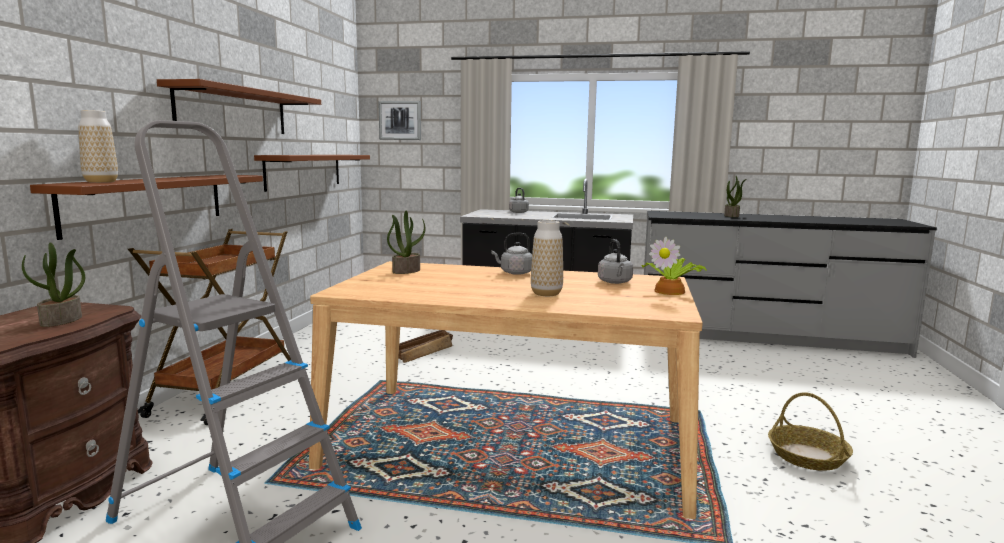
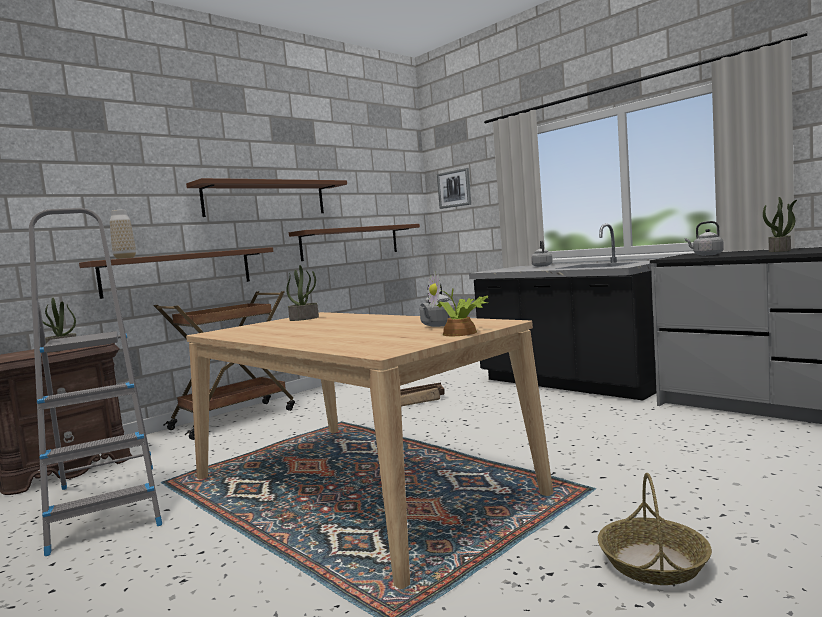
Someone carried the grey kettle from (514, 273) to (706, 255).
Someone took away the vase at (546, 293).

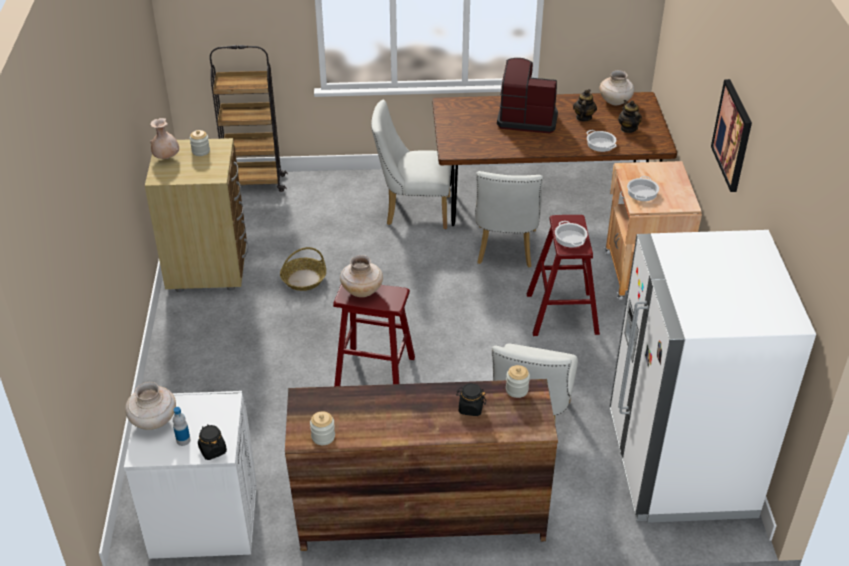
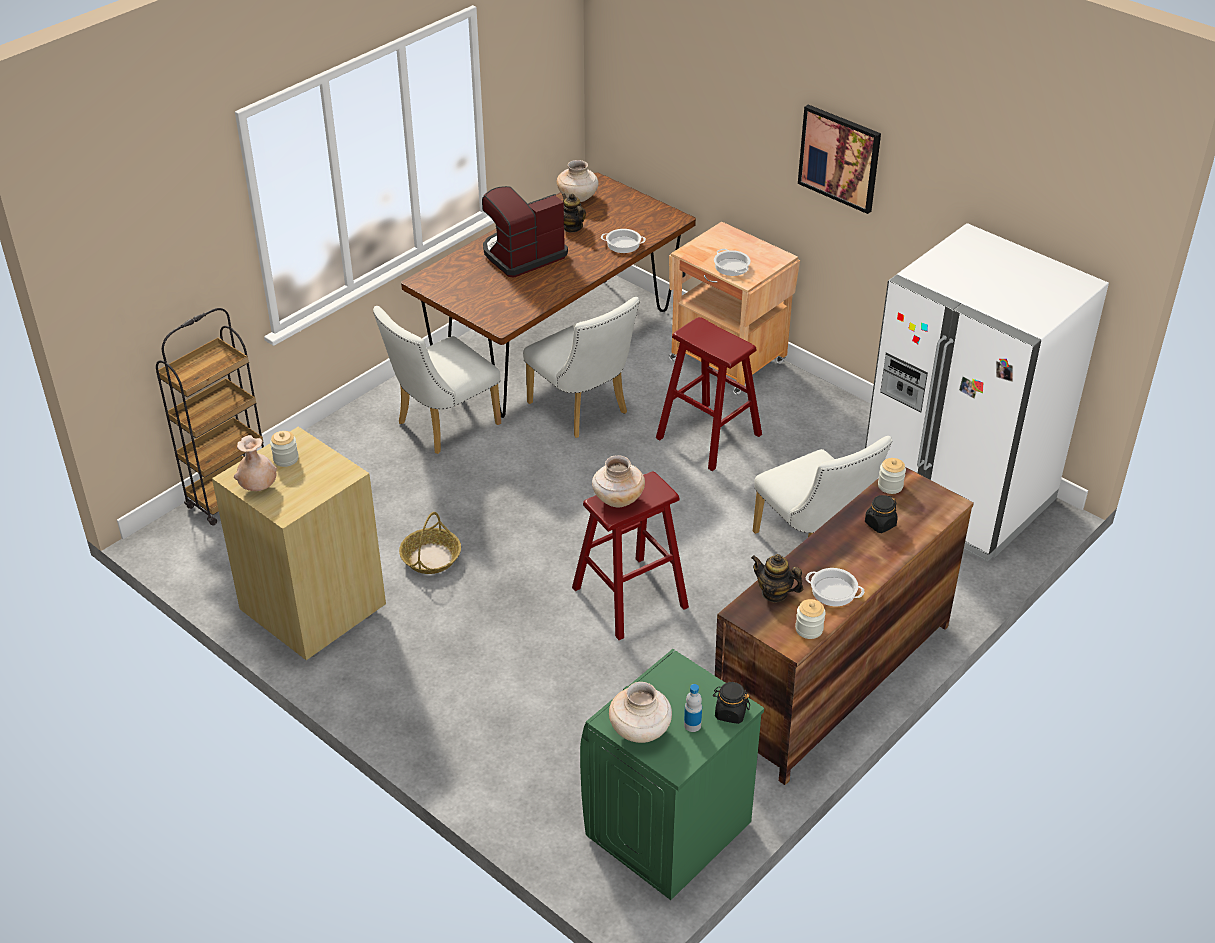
Someone repainted the white washing machine at (204, 520), which became the green washing machine at (667, 830).
Someone carried the teapot from (628, 129) to (774, 593).
Someone carried the cooking pot from (570, 238) to (833, 591).

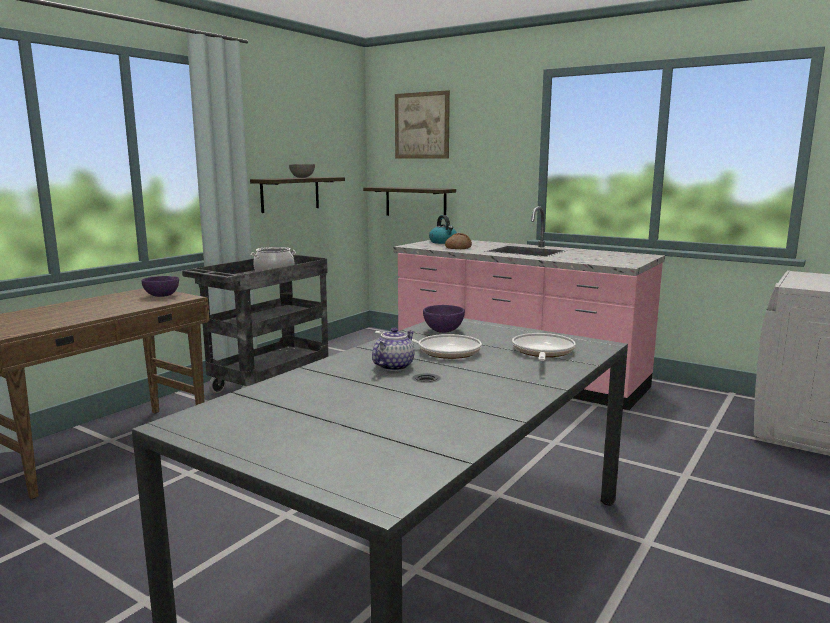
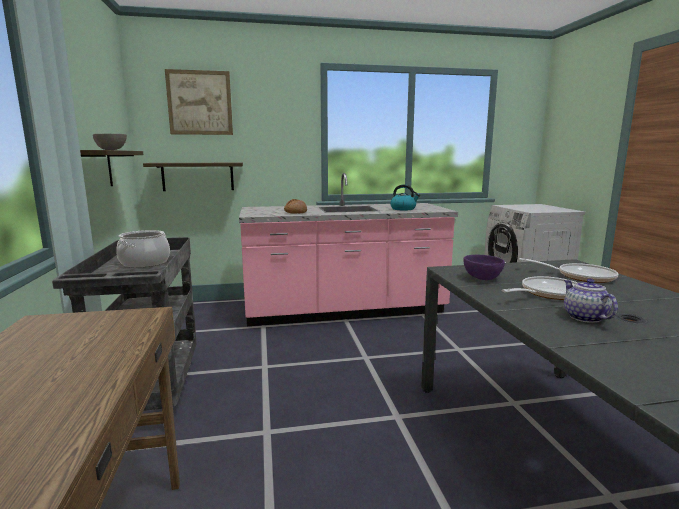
Someone carried the kettle from (443, 242) to (403, 209).
Someone rotated the frying pan at (542, 352) by 150 degrees clockwise.
Someone took away the purple bowl at (162, 296).

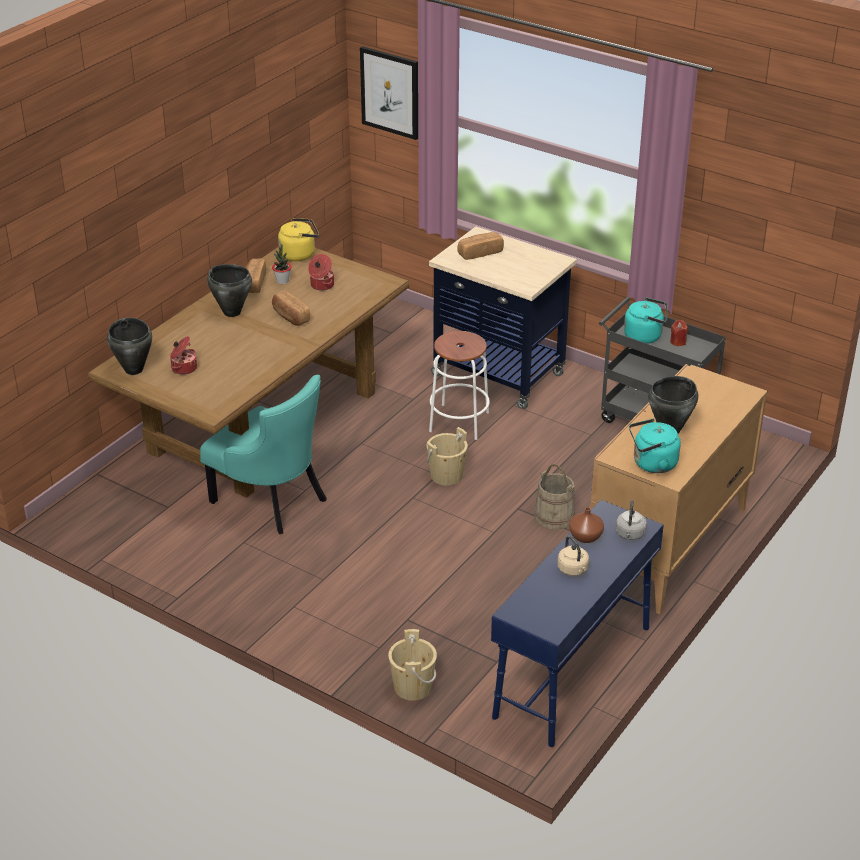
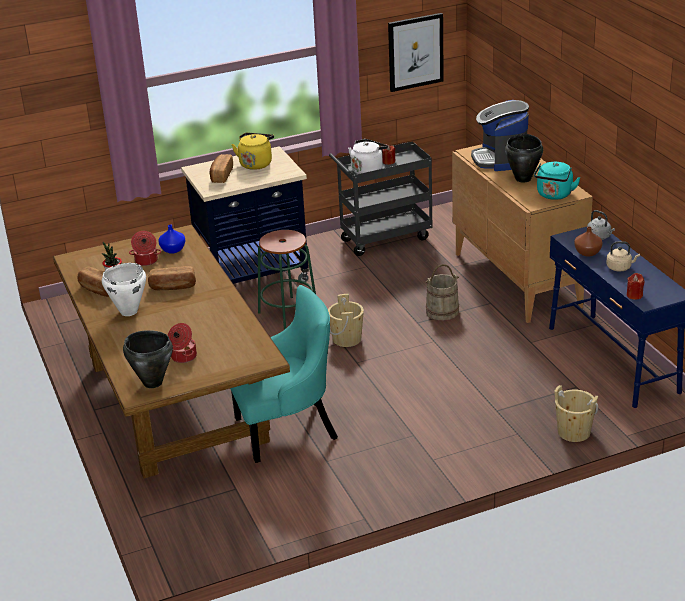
Someone repainted the black cooking pot at (232, 312), which became the white cooking pot at (128, 311).
Someone put down the blue vase at (173, 250).
Someone carried the yellow kettle from (299, 254) to (256, 163).
Someone repainted the white stool at (459, 422), which became the green stool at (288, 312).
Someone repainted the turquoise kettle at (645, 336), which became the white kettle at (368, 169).
Someone carried the picture from (390, 92) to (415, 52).
Someone put down the coffee machine at (500, 159).
Someone put down the red candle at (634, 295).

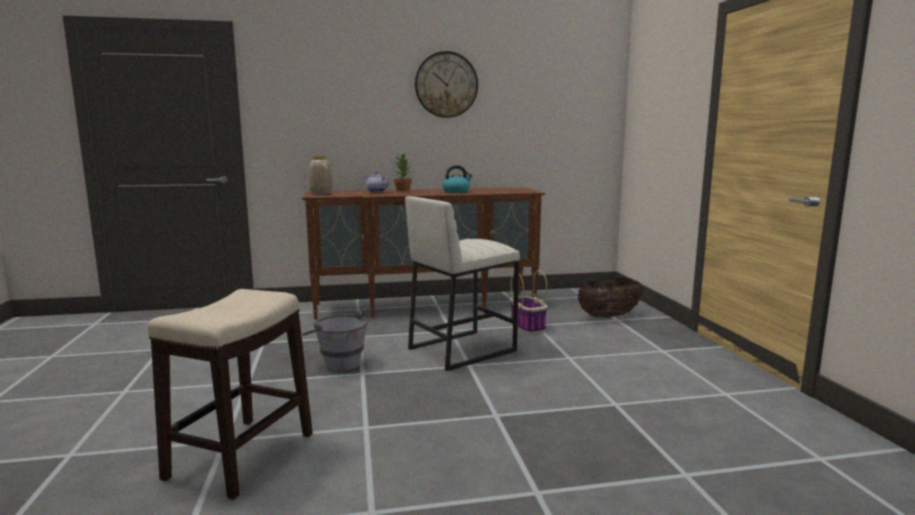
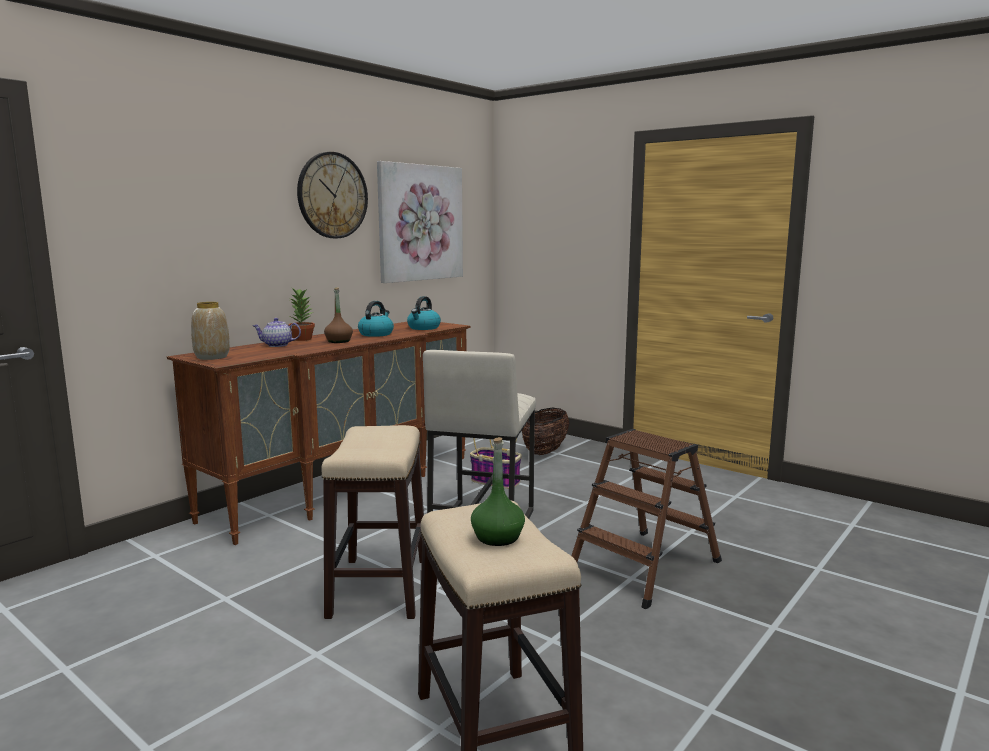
Someone swapped the grey bucket at (337, 362) for the stool at (379, 586).
Someone put down the brown bottle at (339, 341).
Someone put up the picture at (420, 223).
Someone put down the kettle at (423, 328).
Someone put down the green bottle at (497, 537).
Someone put down the brown step ladder at (645, 566).

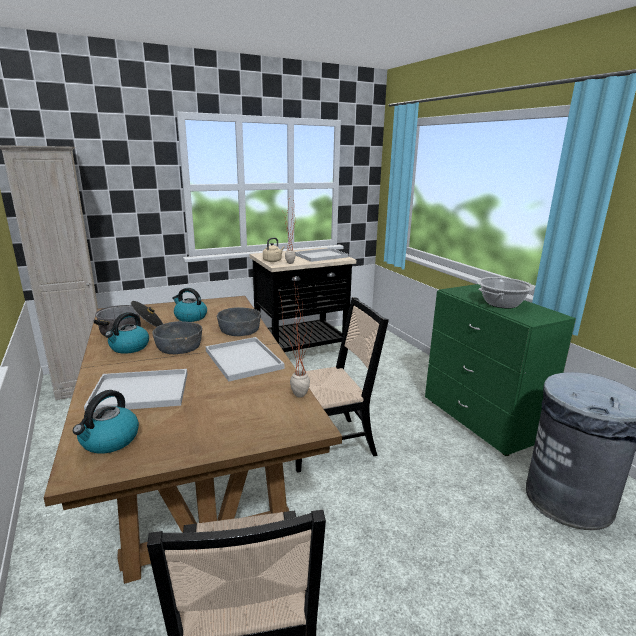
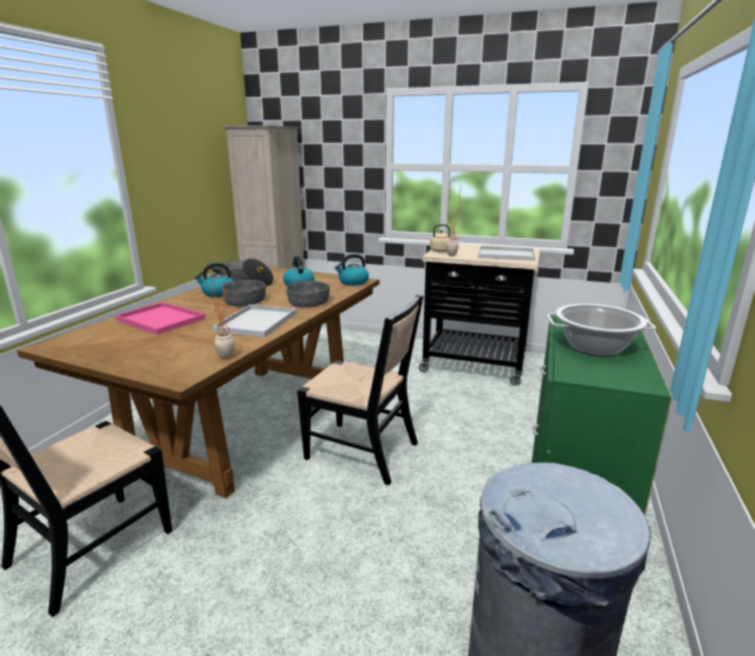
Someone repainted the white tray at (142, 391), which became the pink tray at (162, 319).
Someone carried the kettle from (109, 441) to (353, 282).

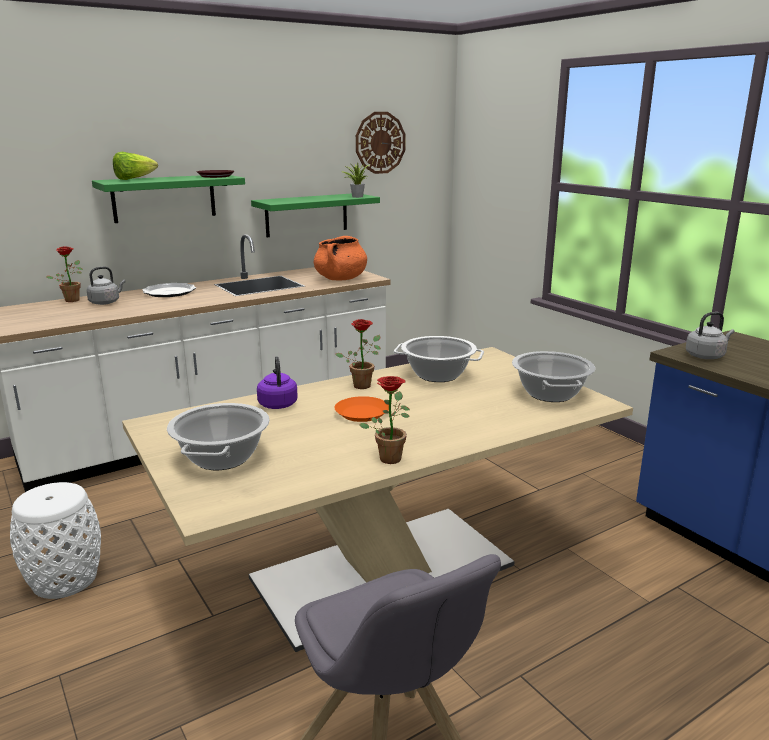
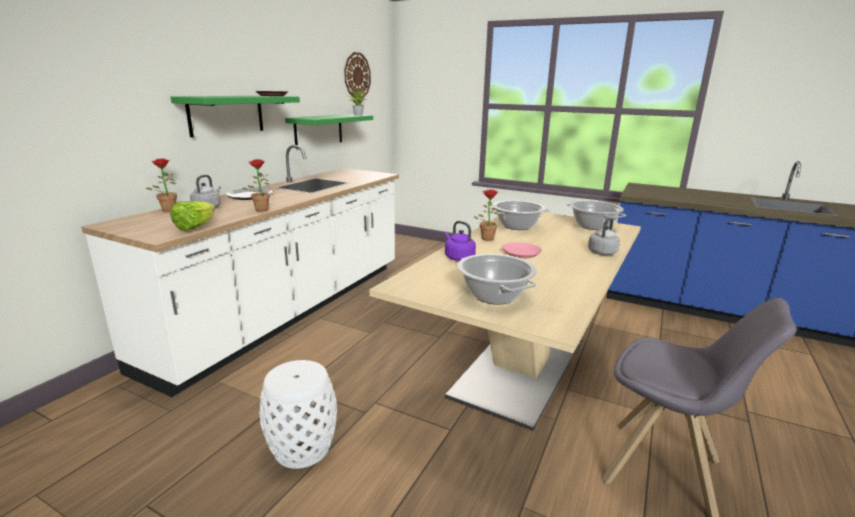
Someone carried the lettuce from (134, 179) to (195, 227).
Someone carried the potted plant from (390, 456) to (261, 209).
Someone repainted the orange plate at (362, 413), which became the pink plate at (521, 253).
Someone carried the grey kettle from (706, 356) to (603, 252).
Someone took away the orange cooking pot at (340, 279).

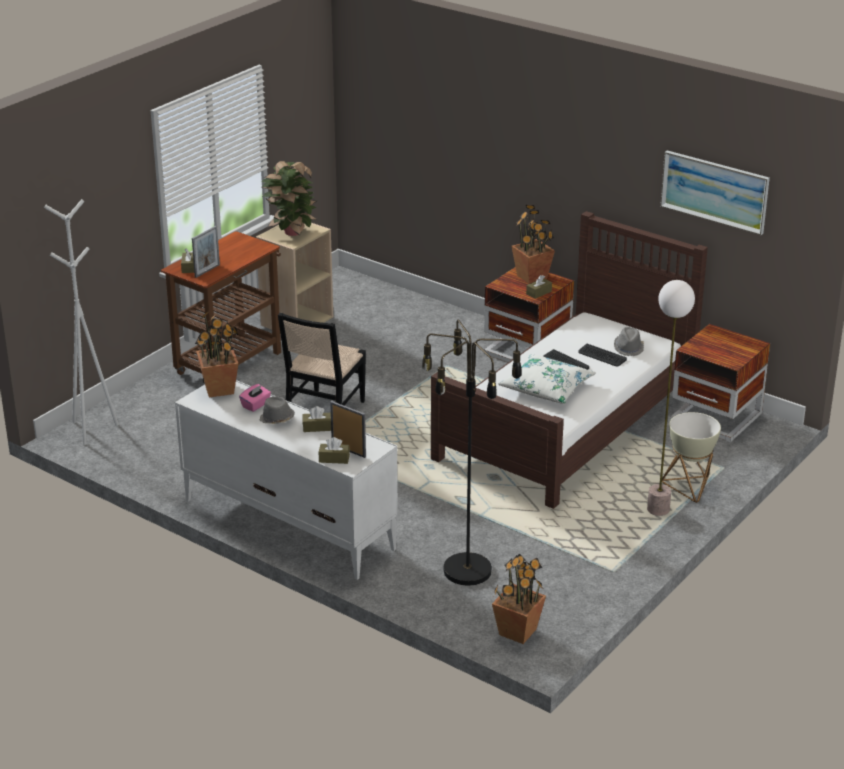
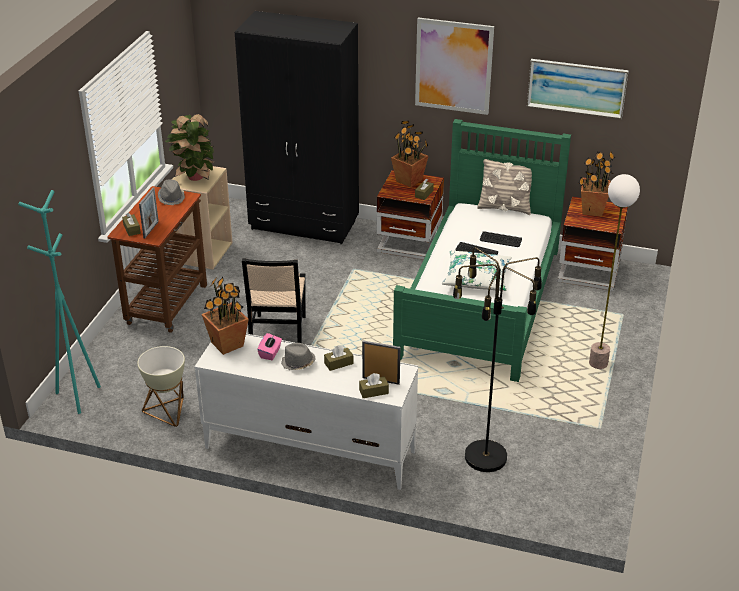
Someone repainted the white clothes rack at (92, 430), which became the turquoise clothes rack at (79, 397).
Someone carried the planter from (689, 487) to (168, 411).
Someone carried the grey hat from (628, 348) to (171, 198).
Someone put down the black wardrobe at (304, 224).
Someone repainted the brown bed at (567, 423), which became the green bed at (481, 301).
Someone put up the picture at (453, 66).
Someone put down the beige pillow at (504, 208).
Someone carried the potted plant from (517, 631) to (592, 210).

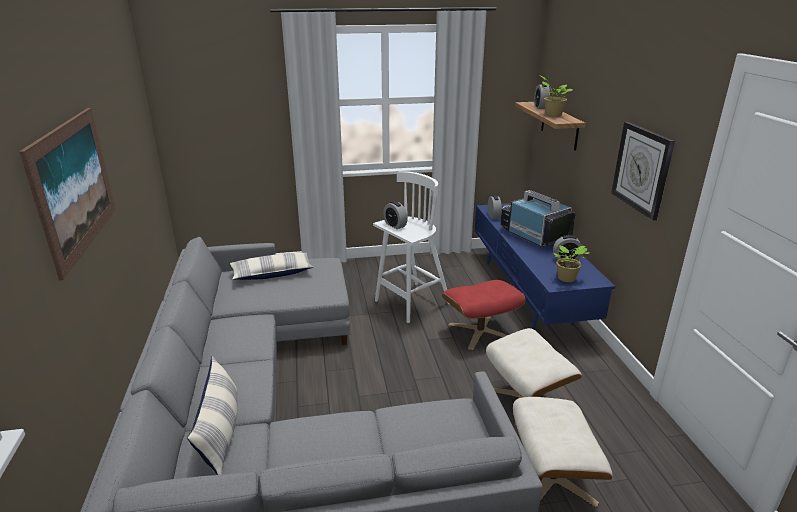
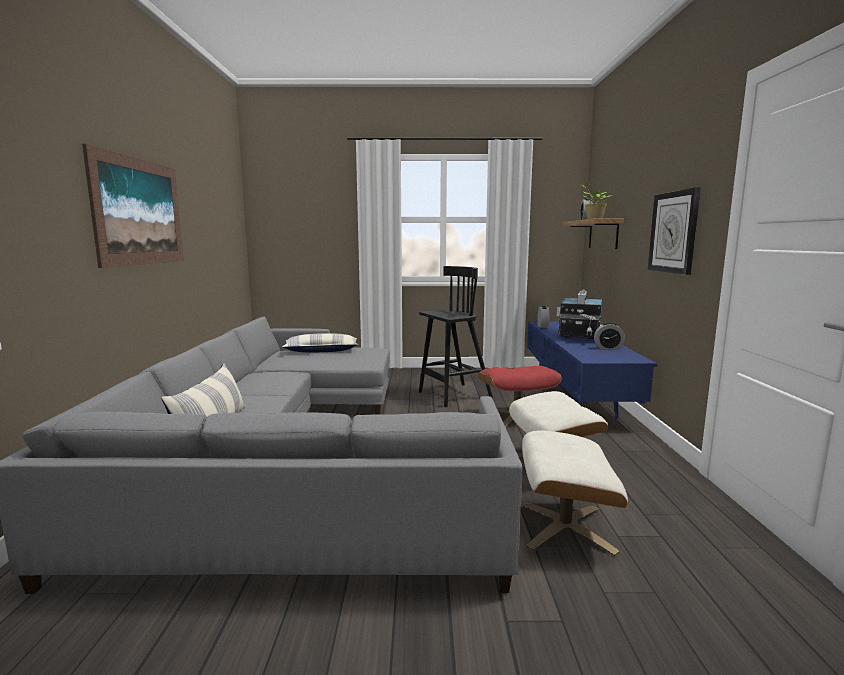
Someone repainted the white stool at (410, 303), which became the black stool at (452, 395).
Someone rotated the television at (534, 236) by 135 degrees counterclockwise.
Someone took away the alarm clock at (395, 225).
Someone took away the potted plant at (566, 279).

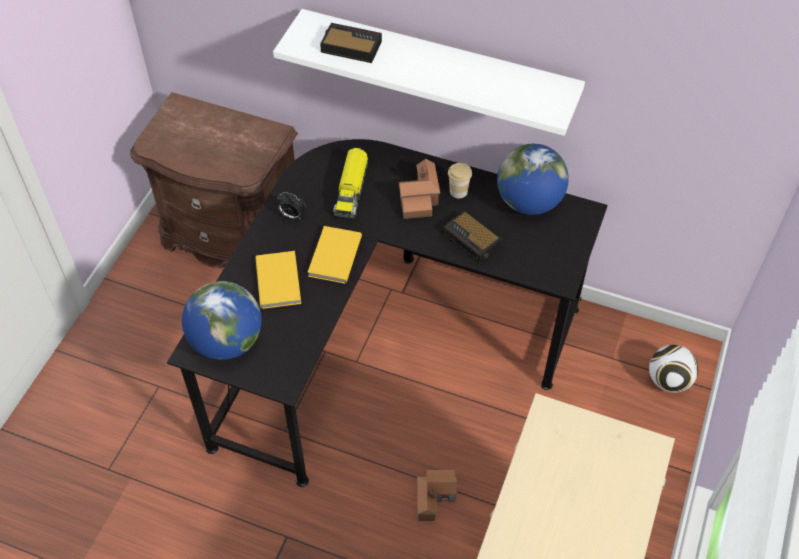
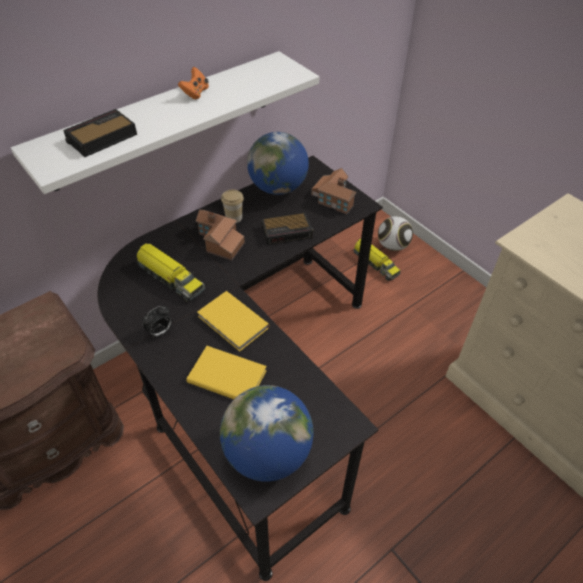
Someone put down the orange game controller at (195, 93).
Someone carried the toy house from (435, 497) to (334, 198).
Someone put down the toy truck at (375, 263).

